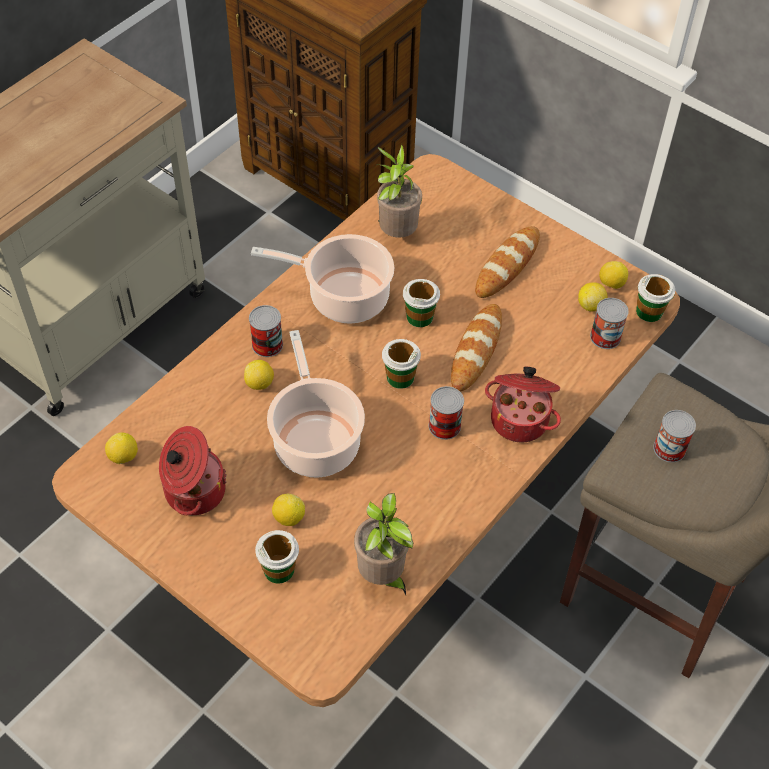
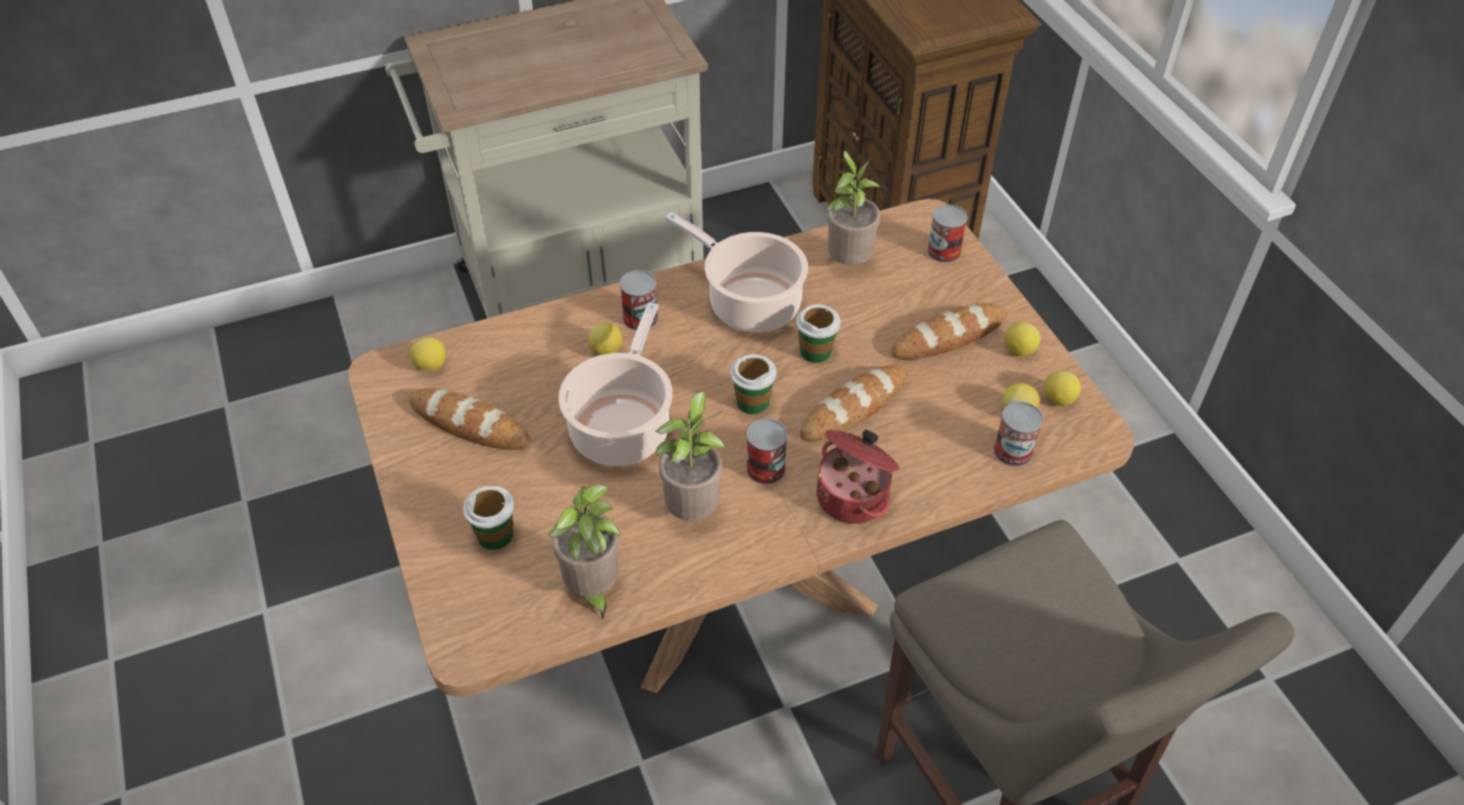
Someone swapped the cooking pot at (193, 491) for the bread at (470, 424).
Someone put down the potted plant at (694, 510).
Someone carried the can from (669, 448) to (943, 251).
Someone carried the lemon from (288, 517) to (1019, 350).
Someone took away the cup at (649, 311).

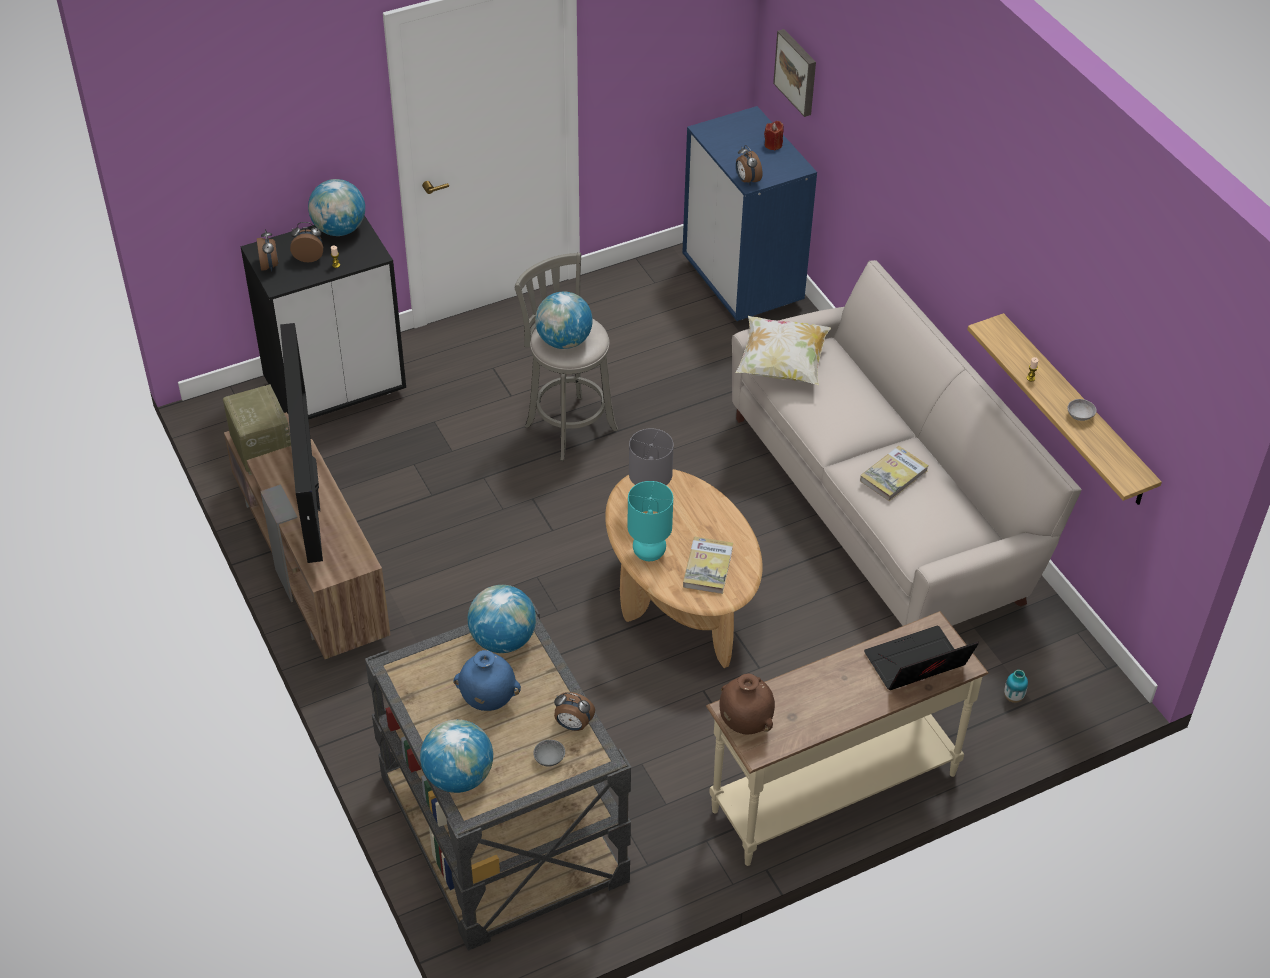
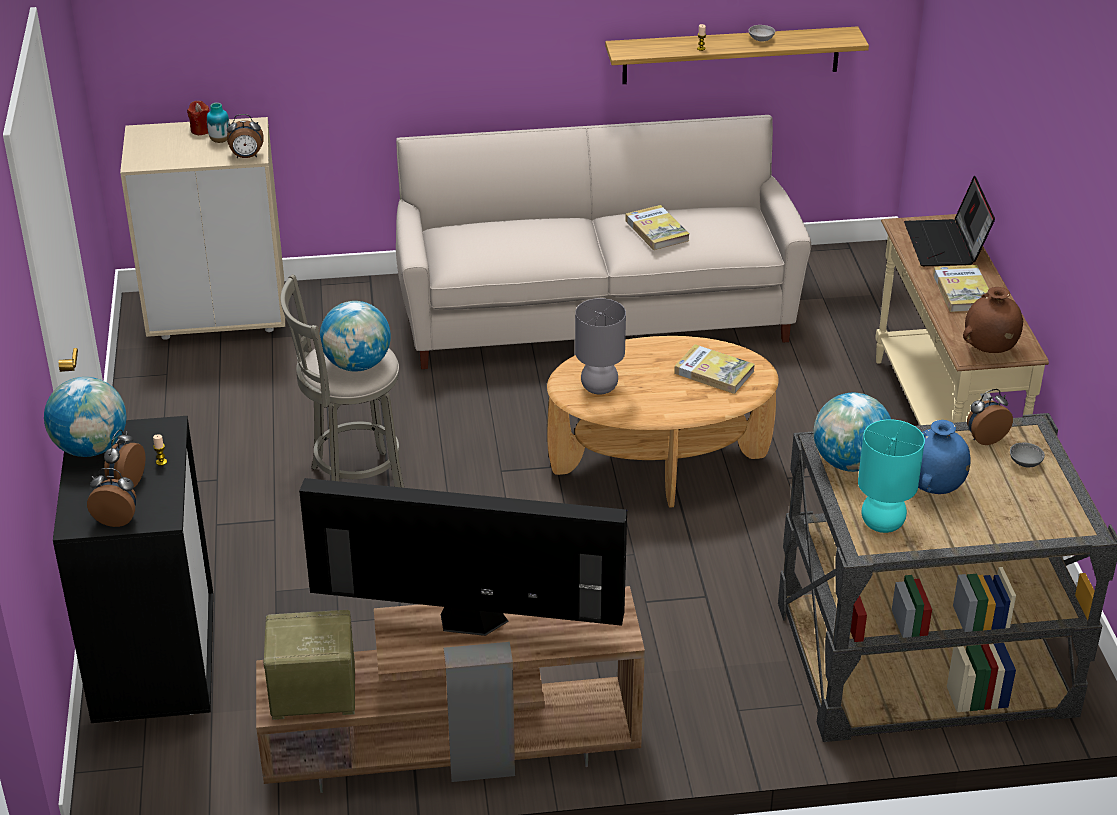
Someone repainted the blue cabinet at (743, 284), which became the beige cabinet at (219, 317).
Someone carried the vase from (1013, 697) to (220, 140).
Someone carried the turquoise table lamp from (648, 553) to (882, 524).
Someone put down the book at (962, 292).
Someone rotated the alarm clock at (573, 725) by 150 degrees counterclockwise.
Someone took away the globe at (458, 776).
Someone took away the pillow at (781, 365).
Someone took away the picture at (797, 72).

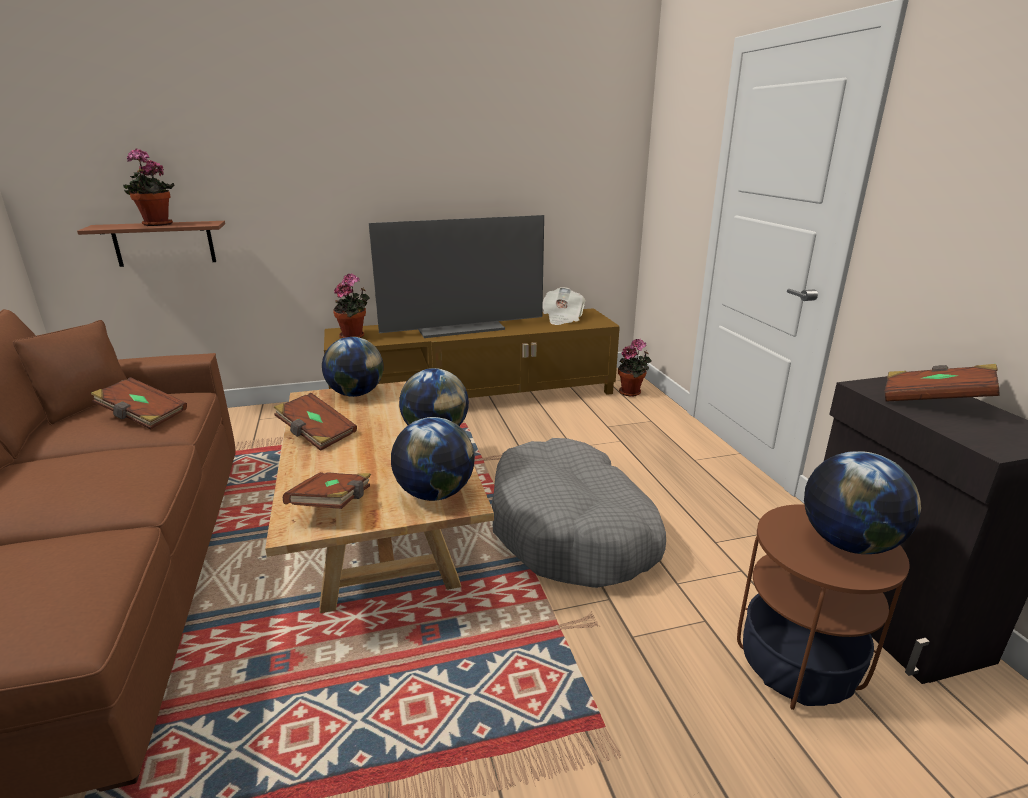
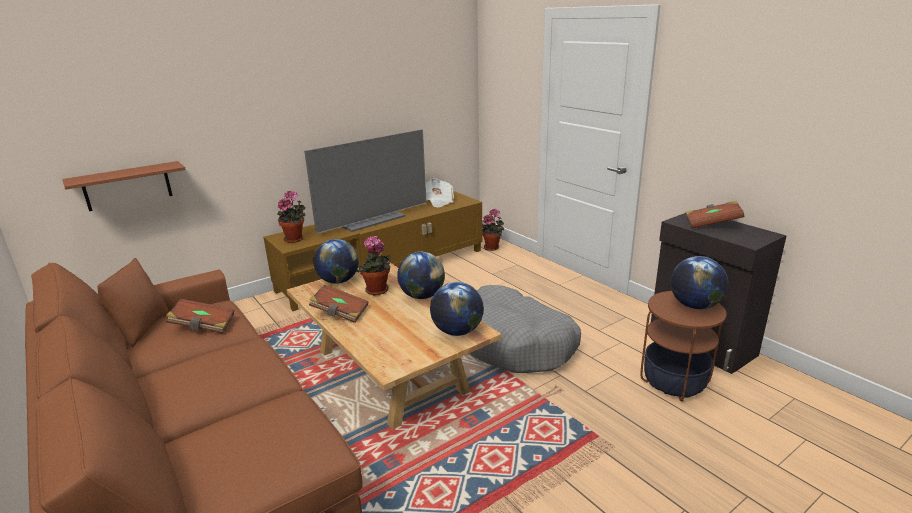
Someone carried the potted plant from (156, 225) to (377, 291).
Someone took away the brown book at (334, 505).

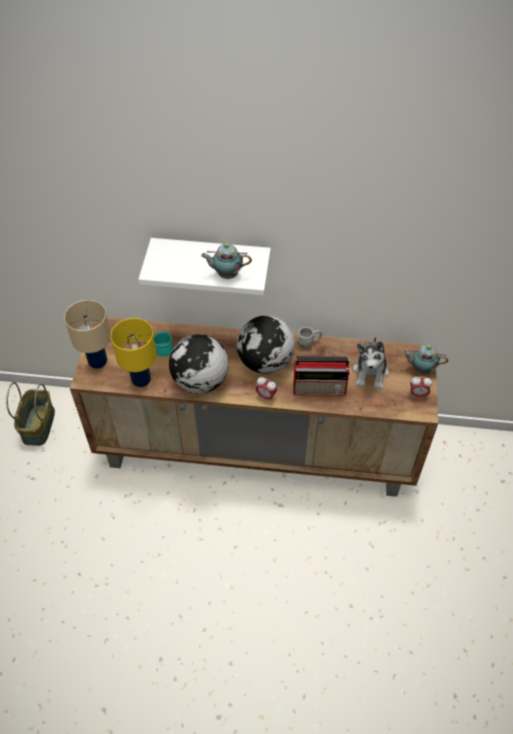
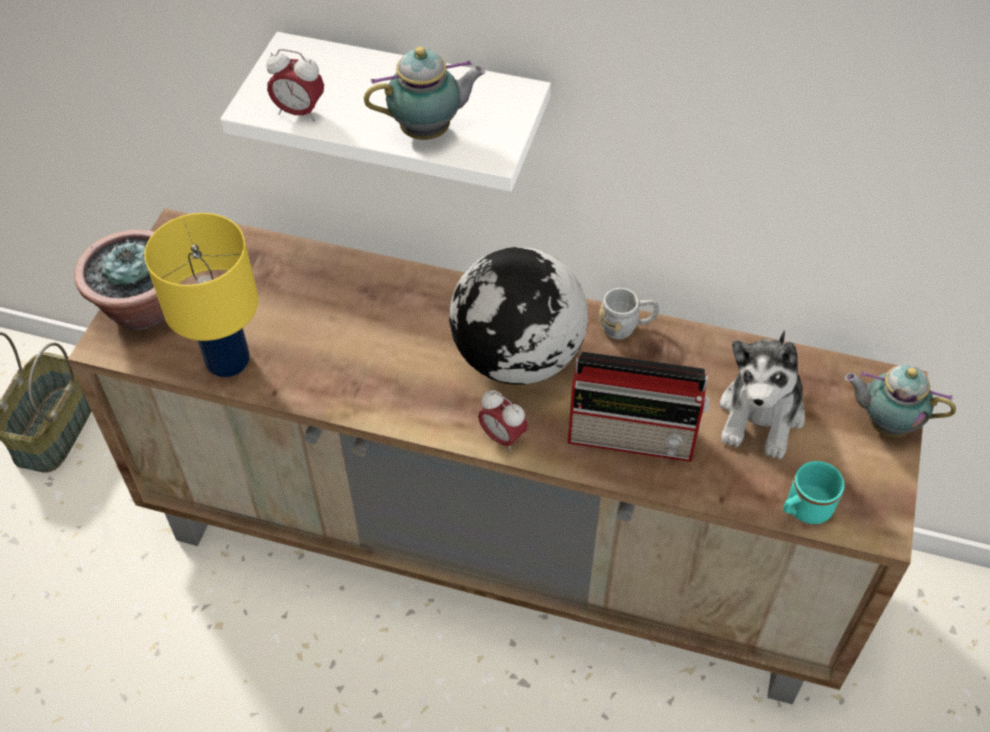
Someone swapped the beige table lamp at (97, 362) for the potted plant at (142, 308).
Someone carried the alarm clock from (418, 394) to (299, 112).
Someone rotated the teapot at (226, 274) by 150 degrees clockwise.
Someone carried the turquoise mug from (161, 352) to (803, 510).
Someone took away the globe at (200, 381).

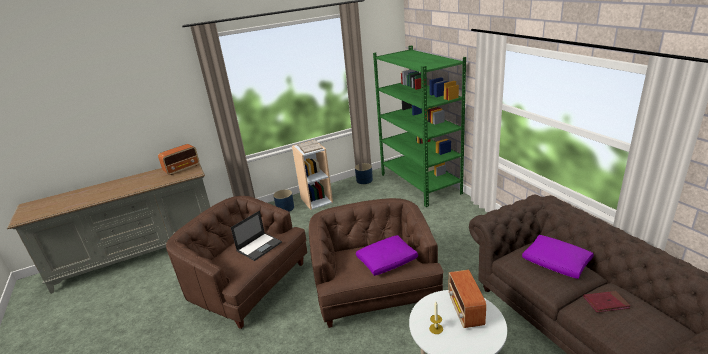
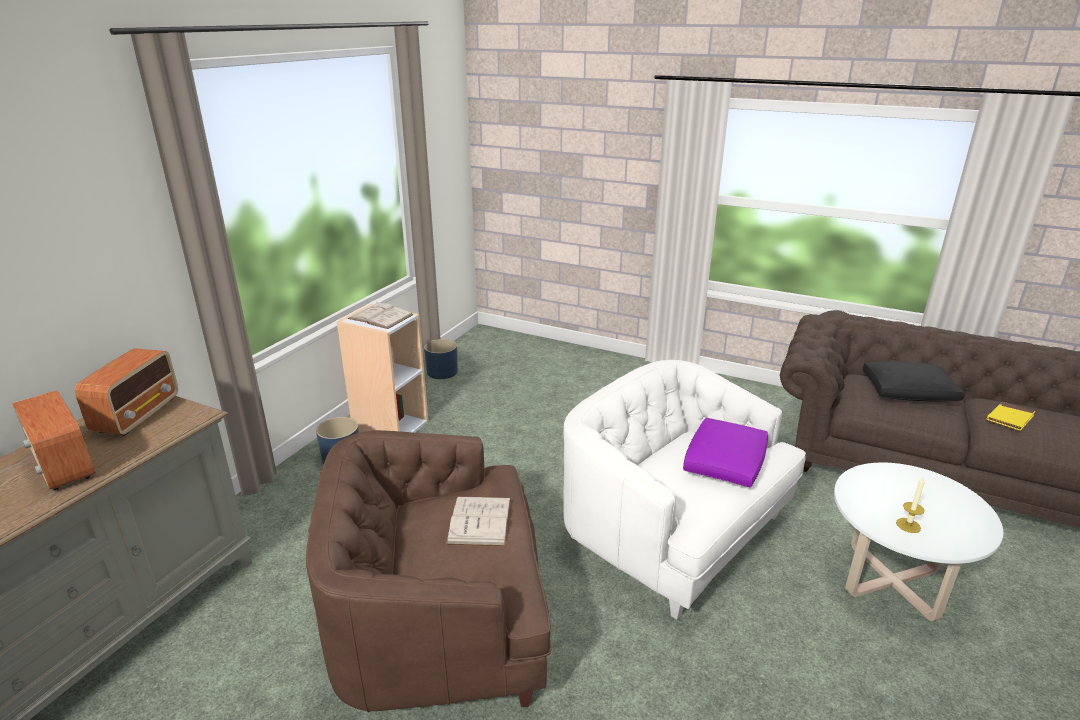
Someone carried the radio from (465, 311) to (63, 466).
Someone swapped the laptop at (259, 246) for the white book at (480, 521).
Someone repainted the brown armchair at (375, 292), which became the white armchair at (674, 533).
Someone repainted the purple pillow at (556, 263), which became the black pillow at (909, 392).
Someone repainted the red book at (606, 303), which became the yellow book at (1009, 418).
Someone took away the green bookcase at (420, 183).

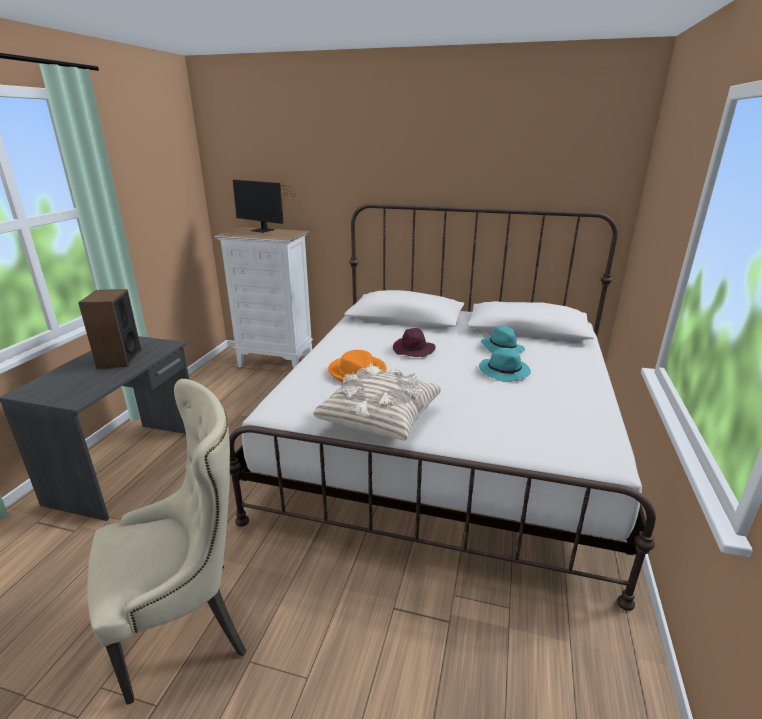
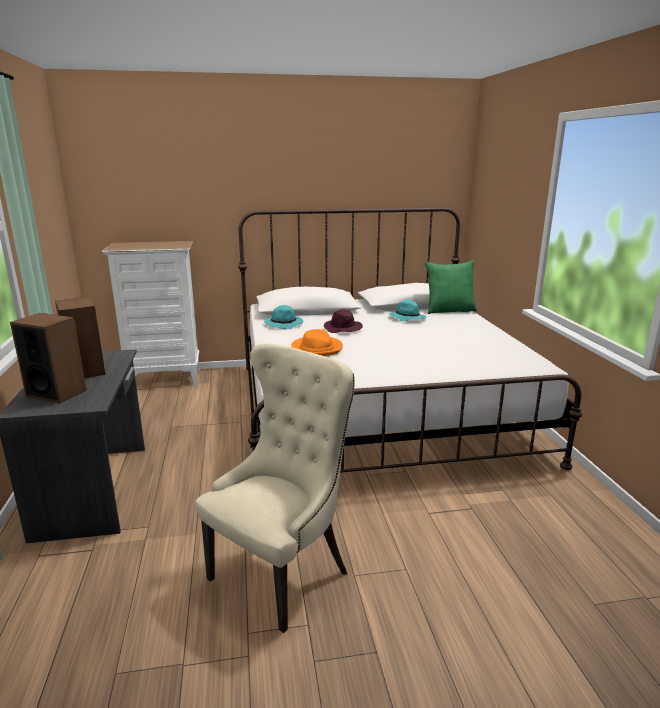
Someone put down the speaker at (56, 393).
Someone carried the turquoise hat from (505, 372) to (284, 324).
Someone put down the green pillow at (449, 310).
Someone took away the monitor at (264, 230).
Someone took away the beige pillow at (379, 419).

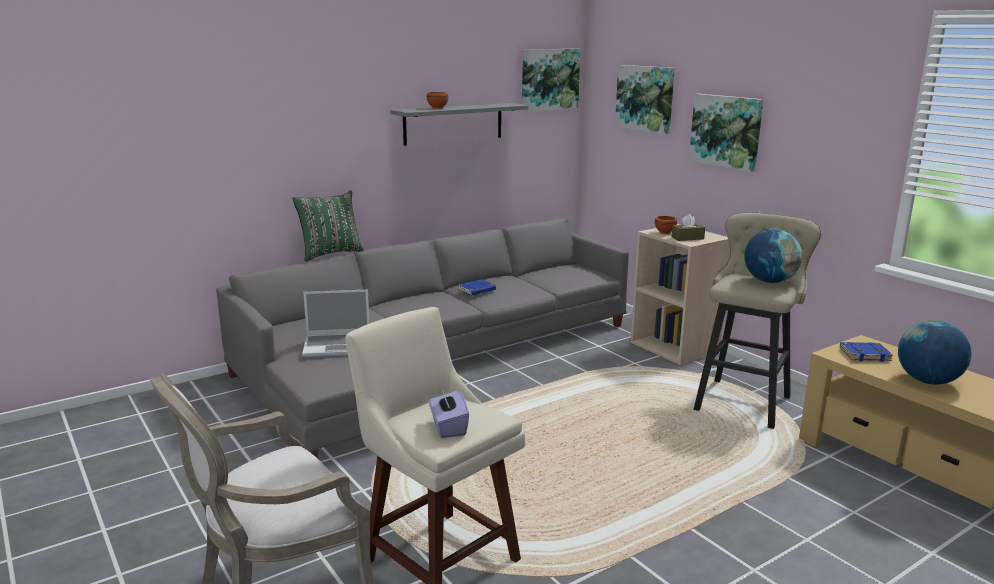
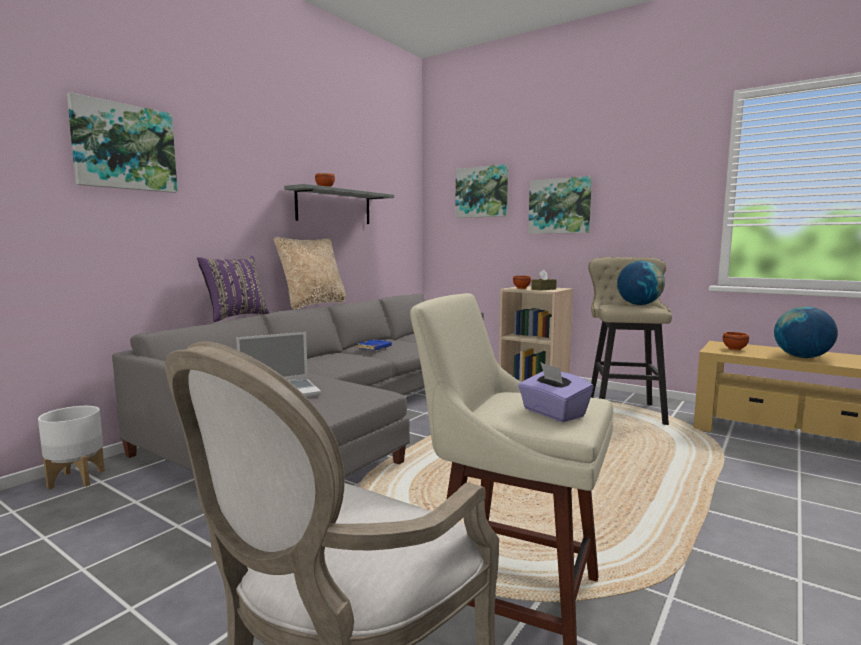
Someone put down the white planter at (77, 479).
Someone carried the picture from (549, 79) to (124, 147).
Someone repainted the green pillow at (330, 254), which became the purple pillow at (235, 317).
Someone put down the beige pillow at (314, 305).
Someone swapped the blue book at (865, 354) for the brown bowl at (734, 349).

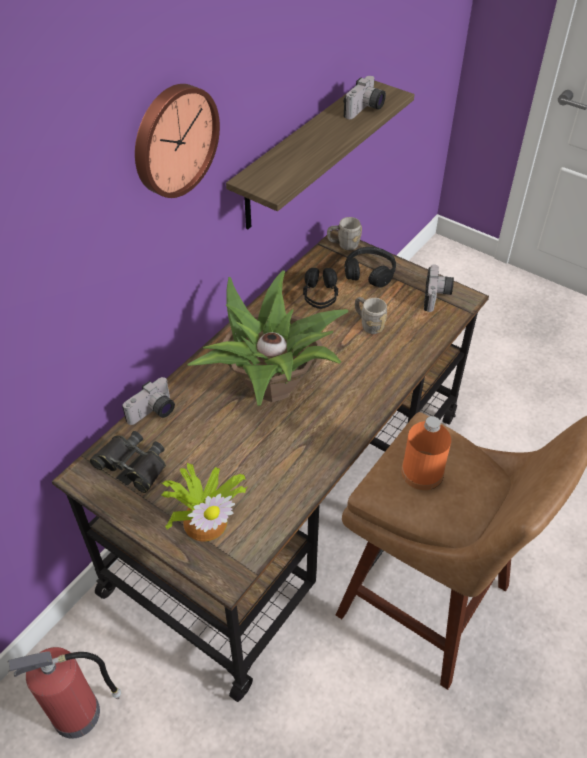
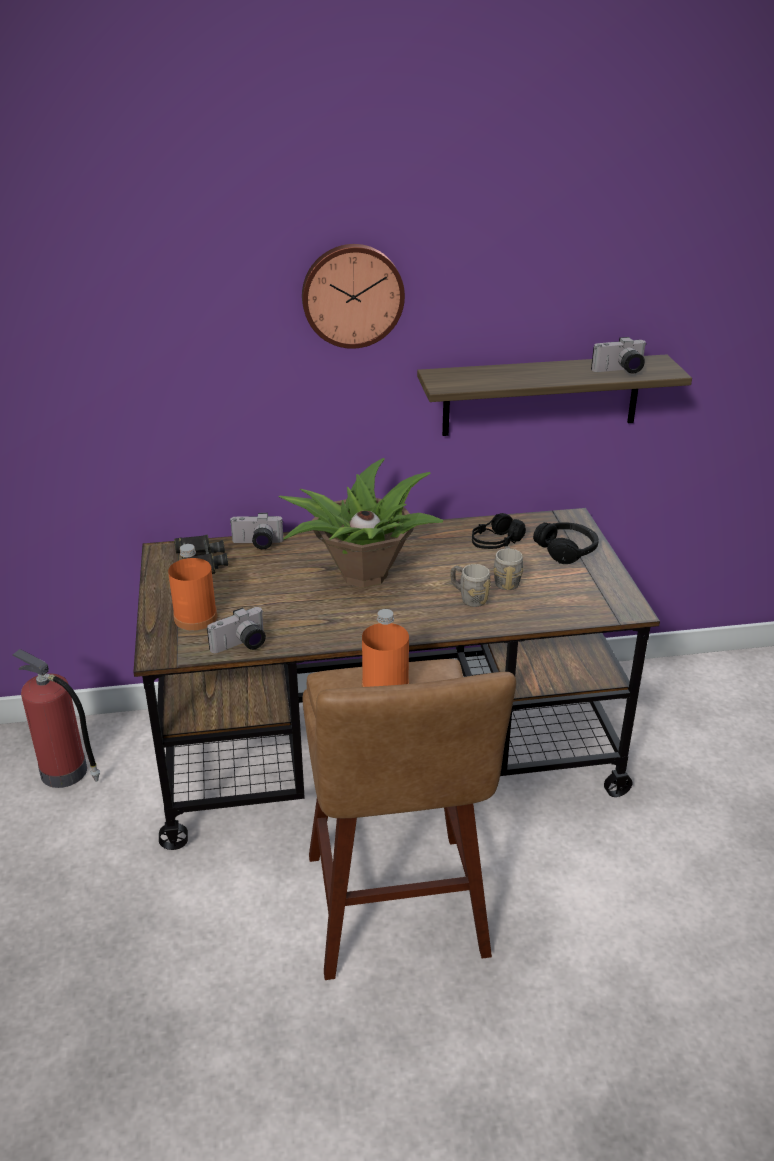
Someone swapped the potted plant at (206, 519) for the orange bottle at (195, 617).
Someone carried the photo camera from (437, 297) to (241, 646).
Someone carried the grey mug from (343, 245) to (469, 598).

